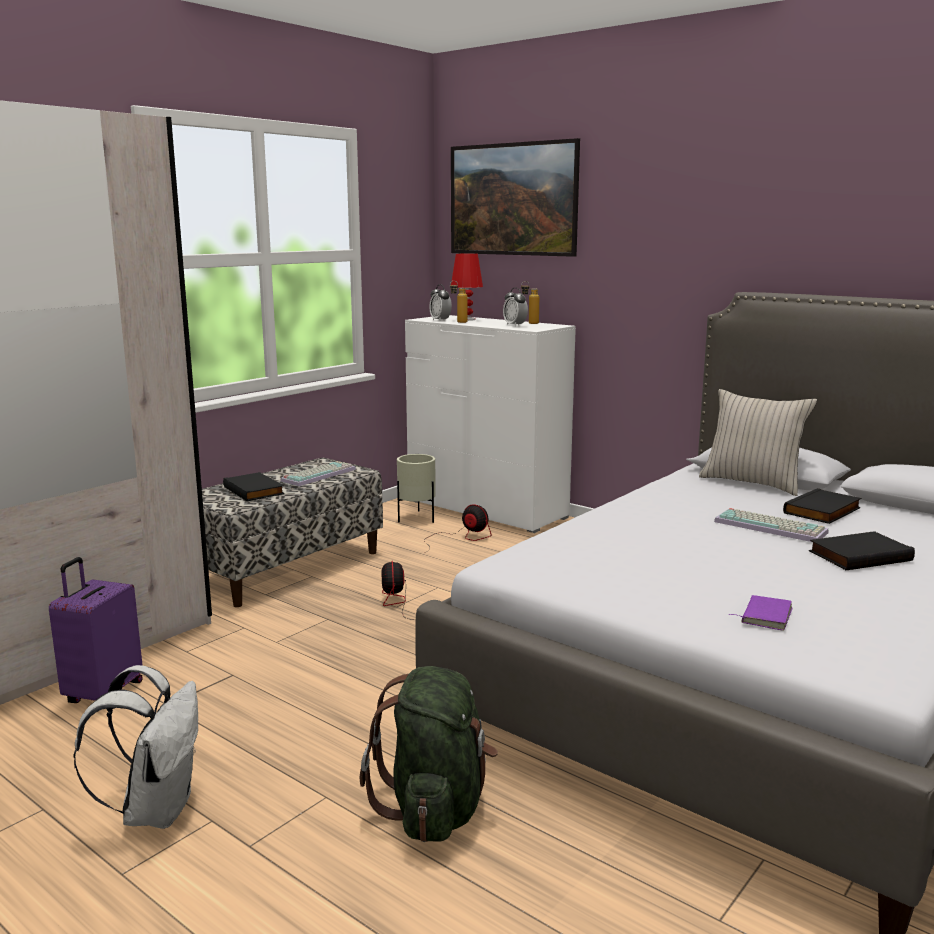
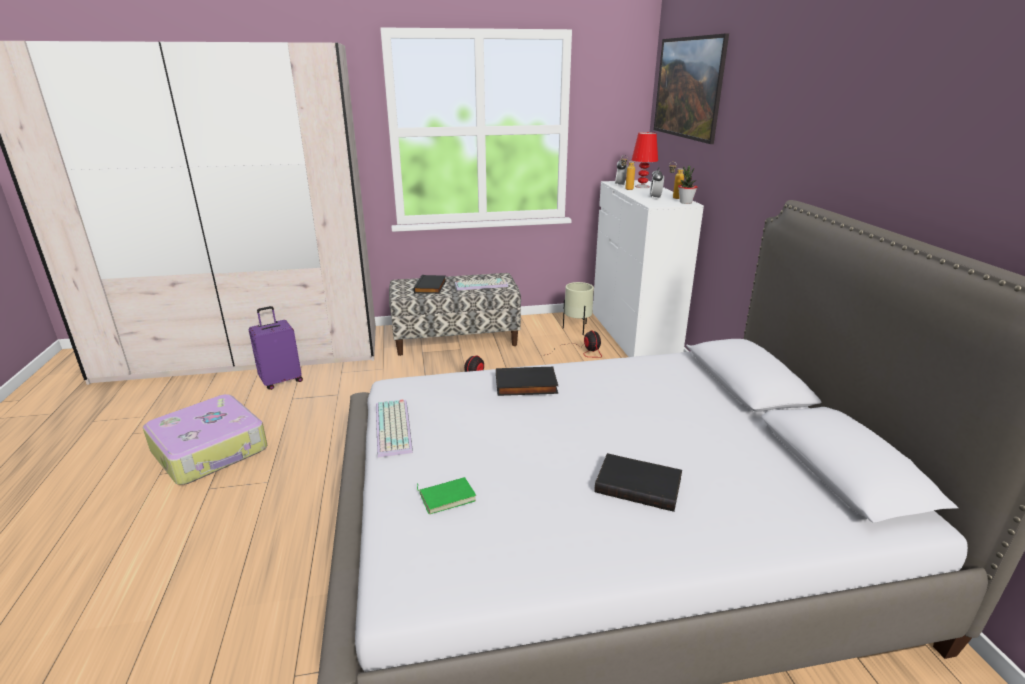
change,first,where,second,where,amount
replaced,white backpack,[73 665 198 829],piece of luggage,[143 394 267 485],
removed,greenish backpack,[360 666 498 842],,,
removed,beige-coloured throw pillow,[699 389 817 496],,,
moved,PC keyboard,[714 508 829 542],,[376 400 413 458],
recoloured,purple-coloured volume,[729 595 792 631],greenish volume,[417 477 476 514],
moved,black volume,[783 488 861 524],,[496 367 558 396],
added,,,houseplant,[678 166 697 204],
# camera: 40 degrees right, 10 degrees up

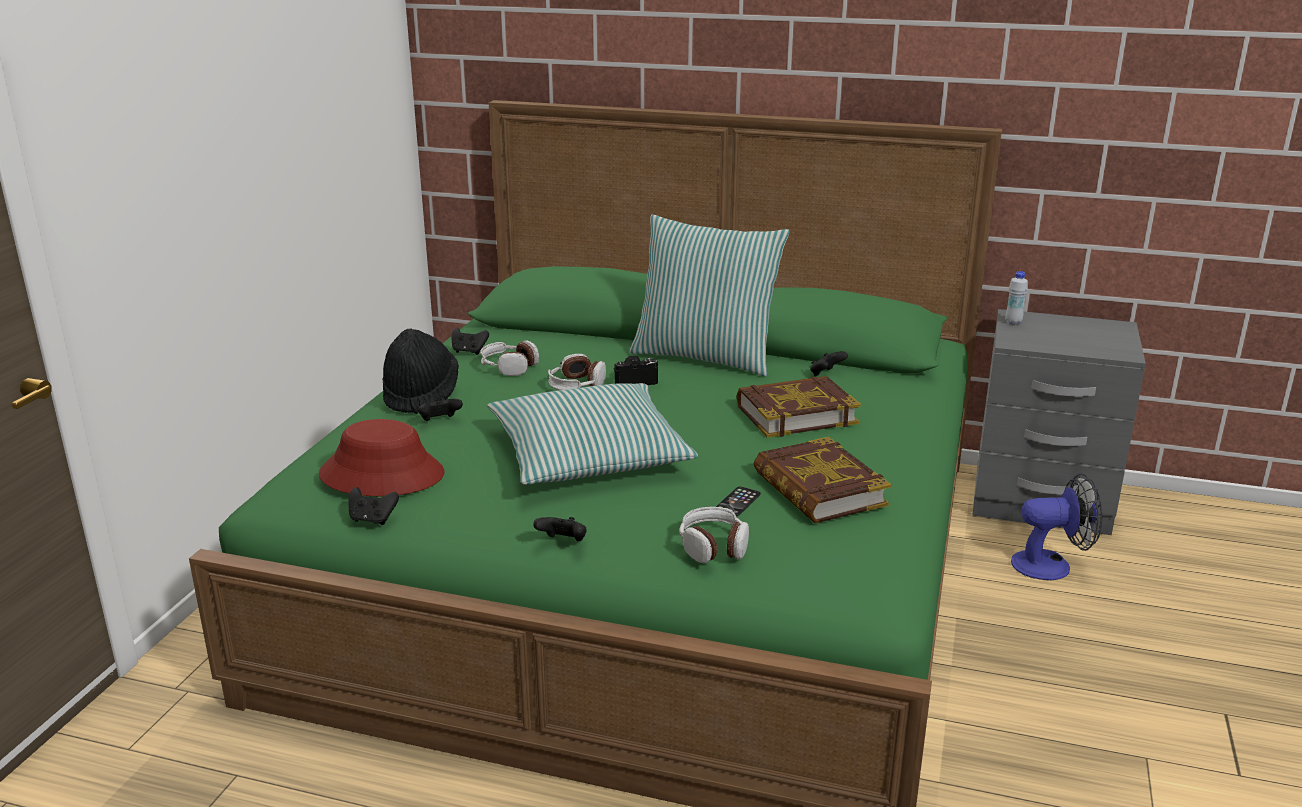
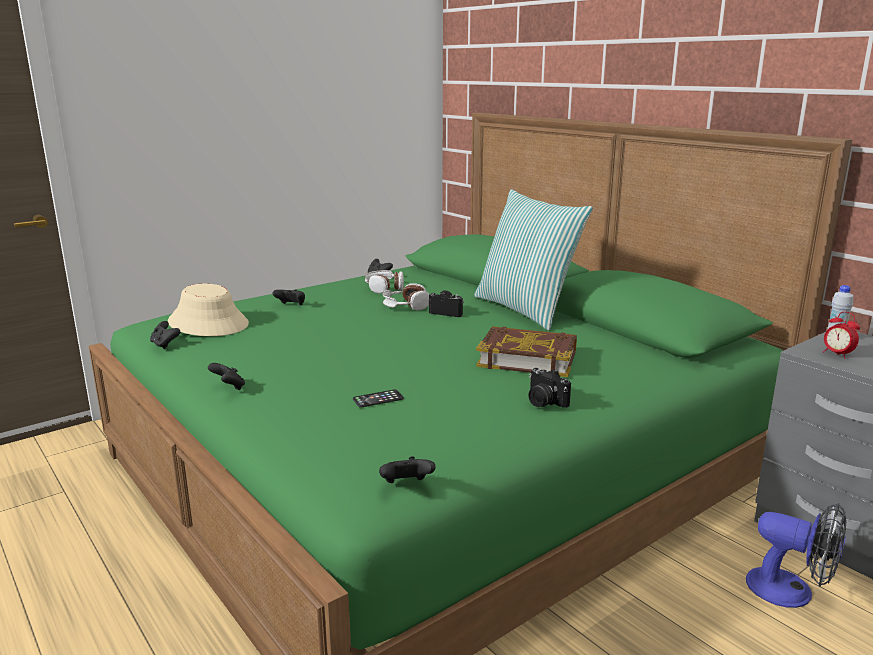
change,first,where,second,where,amount
recoloured,red-coloured hat,[319 419 445 496],beige-coloured hat,[168 284 249 336],
removed,black hat,[382 329 459 414],,,
removed,throw pillow,[487 383 698 485],,,
removed,headphones,[679 507 749 563],,,
removed,volume,[754 437 891 523],,,
moved,black joypad,[810 351 848 376],,[379 456 436 483],
added,,,photo camera,[529 368 571 408],
added,,,bedside clock,[823 312 860 359],
# camera: 35 degrees right, 5 degrees down

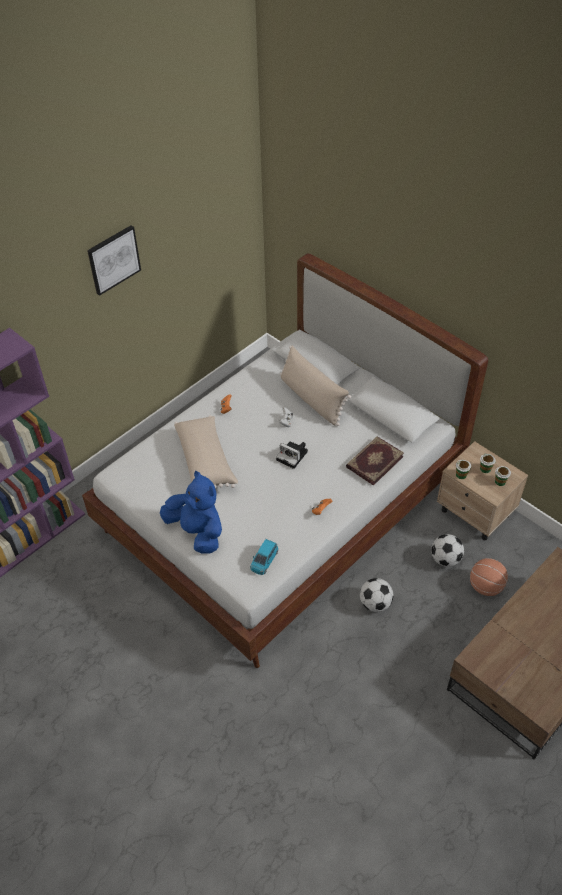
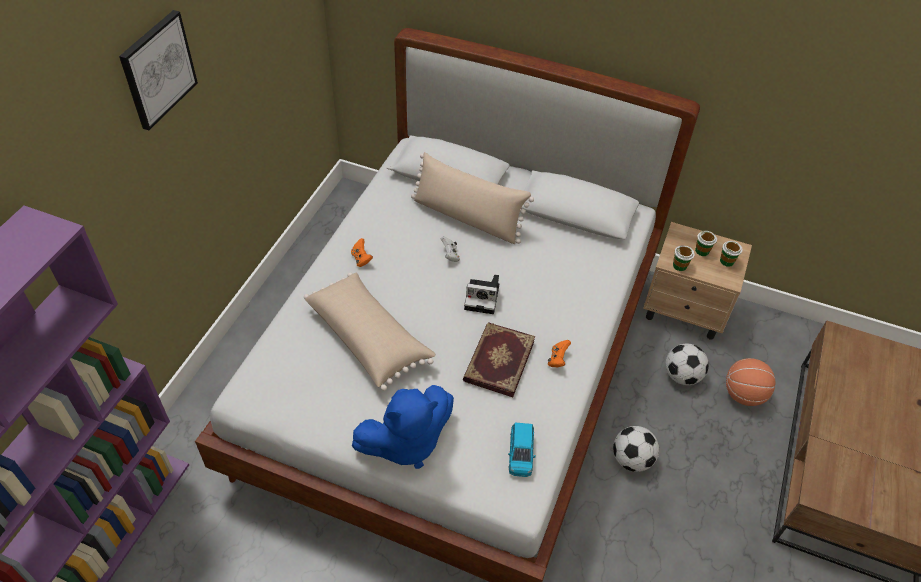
change,first,where,second,where,amount
turned,blue plush toy,[160 471 222 553],,[352 385 454 469],135 degrees clockwise
moved,volume,[346 436 404 486],,[463 322 535 397],
# camera: 25 degrees left, 0 degrees up

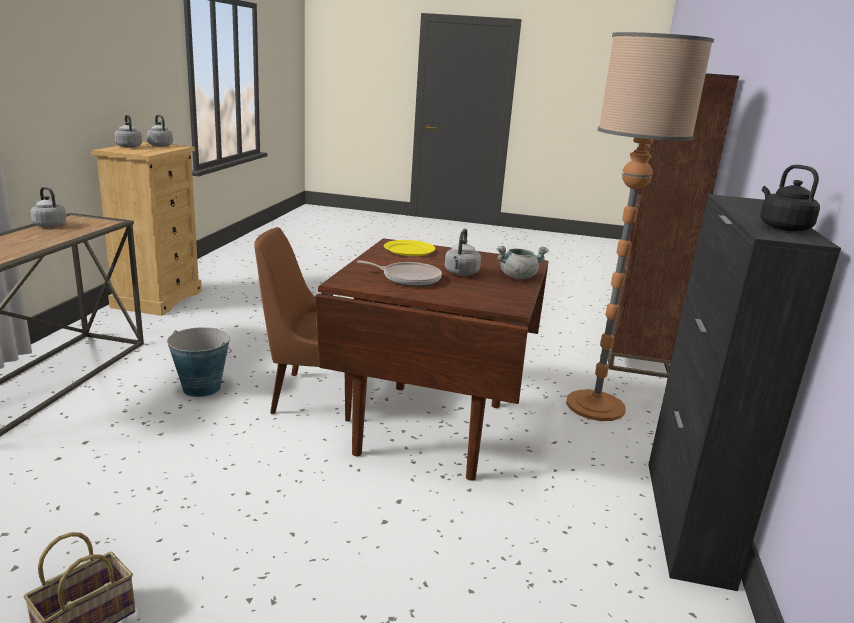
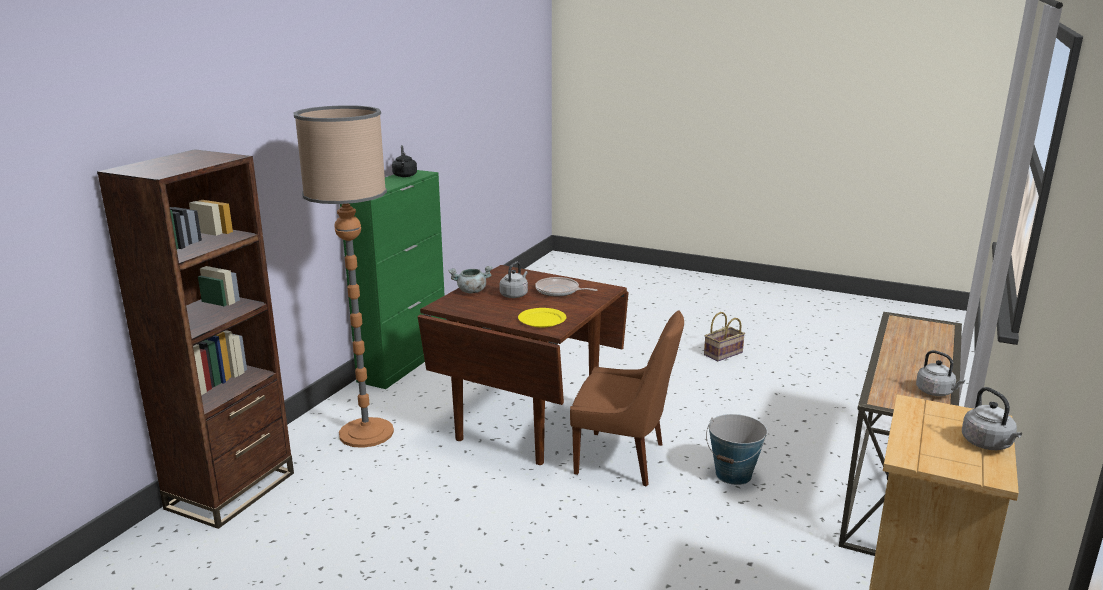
change,first,where,second,where,amount
removed,gray kettle,[147 115 173 147],,,
recoloured,black cabinet,[648 194 841 591],greenish cabinet,[340 170 446 389],
# camera: 165 degrees left, 0 degrees up

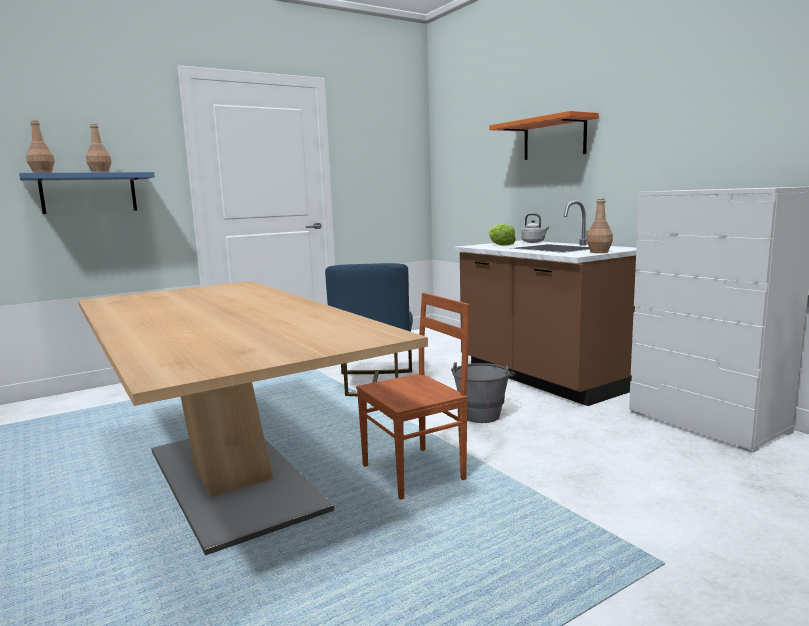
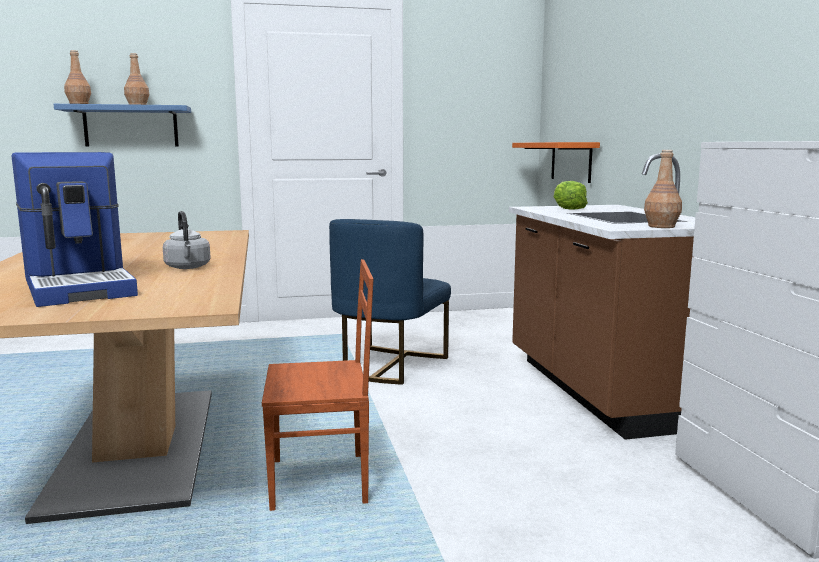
change,first,where,second,where,amount
removed,gray pail,[451 362 515 423],,,
moved,orangey shelf,[489 111 599 160],,[512 142 600 183],
moved,gray kettle,[521 213 549 243],,[163 211 211 269],
added,,,coffee maker,[11 152 138 307],
# camera: 20 degrees right, 0 degrees up

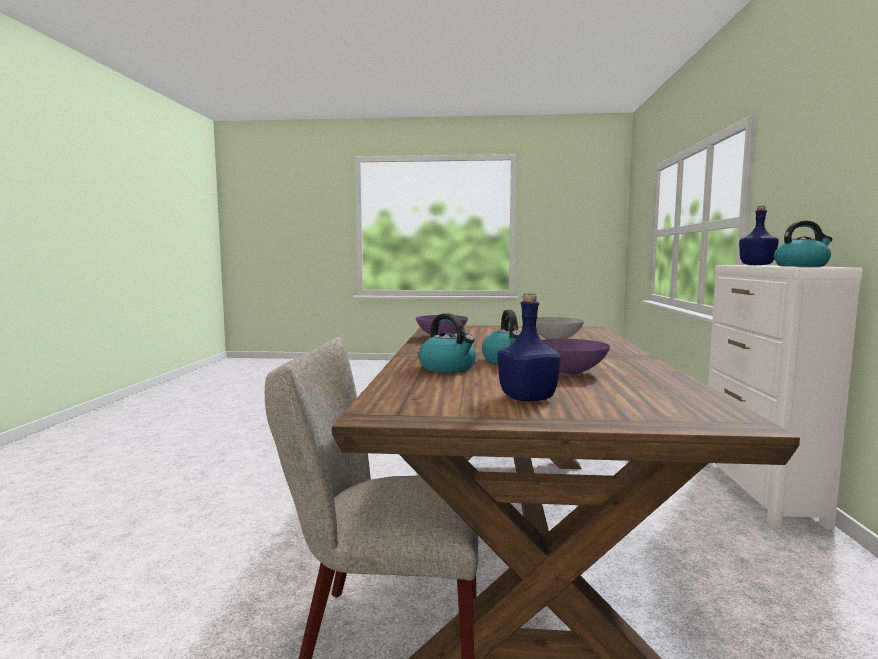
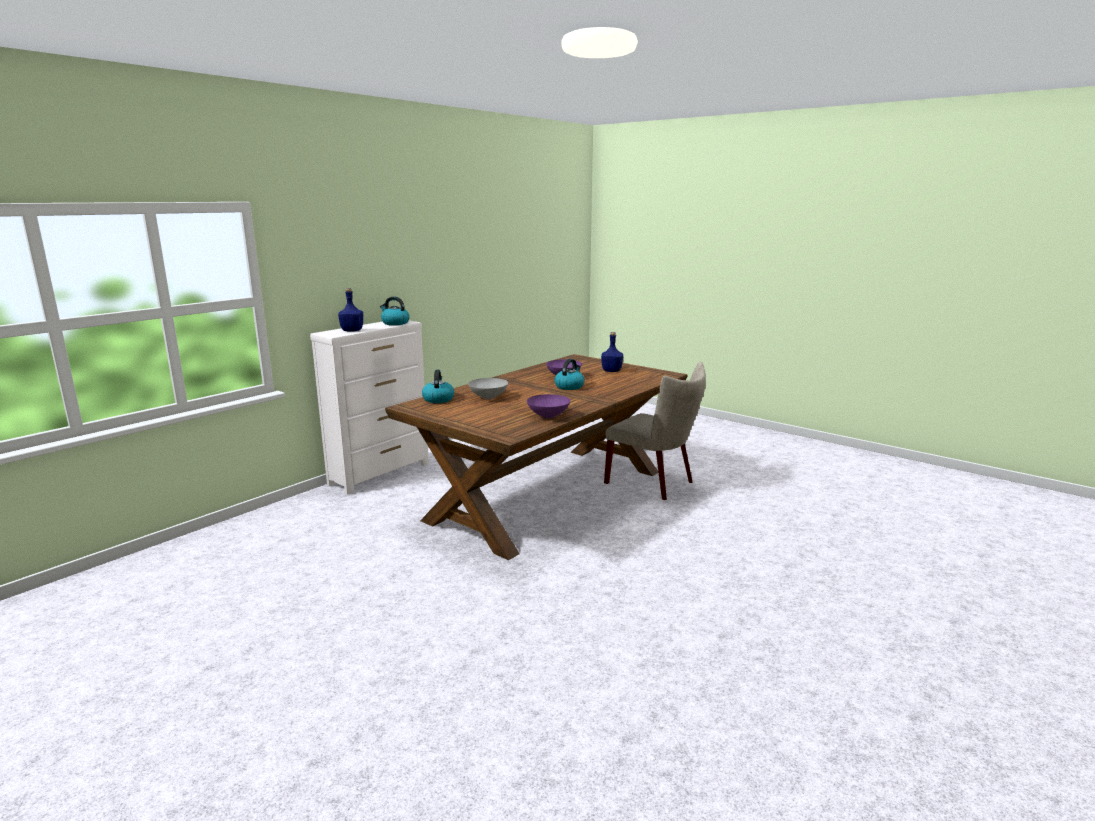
change,first,where,second,where,amount
moved,kettle,[419 313 476 373],,[422 370 454 403],
# camera: 145 degrees left, 10 degrees up

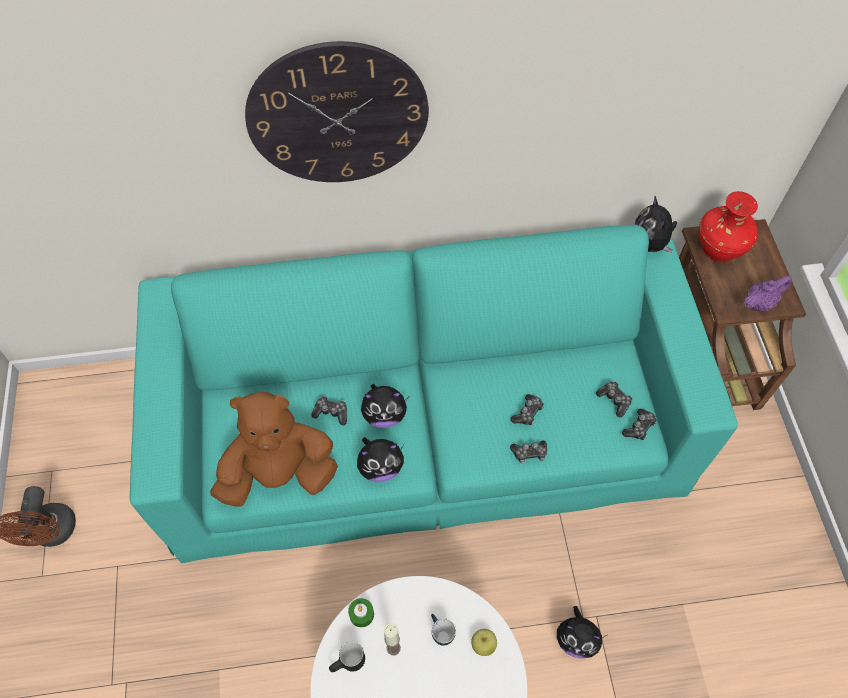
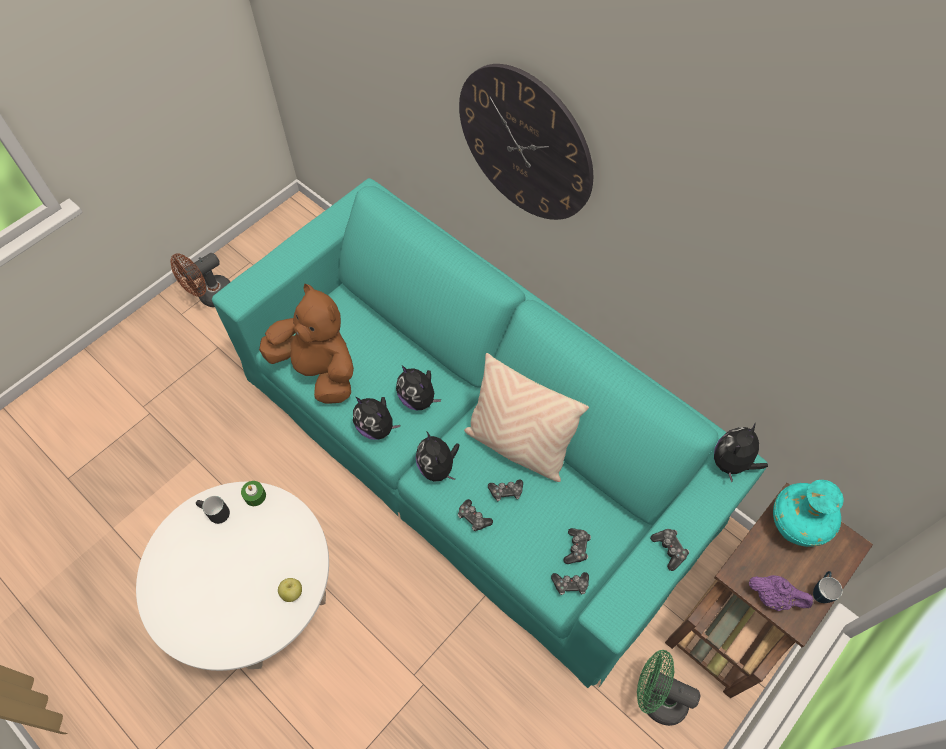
change,first,where,second,where,amount
moved,joypad,[311 396 347 425],,[650 529 689 571],
removed,wax light,[384 623 401 655],,,
moved,coffee mug,[431 614 456 646],,[813 571 843 603],
moved,plush toy,[557 606 607 659],,[416 431 460 482],
recoloured,red-coloured decorative vase,[699 191 758 262],turquoise decorative vase,[773 480 843 547],
added,,,beige-coloured throw pillow,[464 353 589 482],
added,,,greenish cooling fan,[637 650 701 726],
# camera: 50 degrees right, 0 degrees up

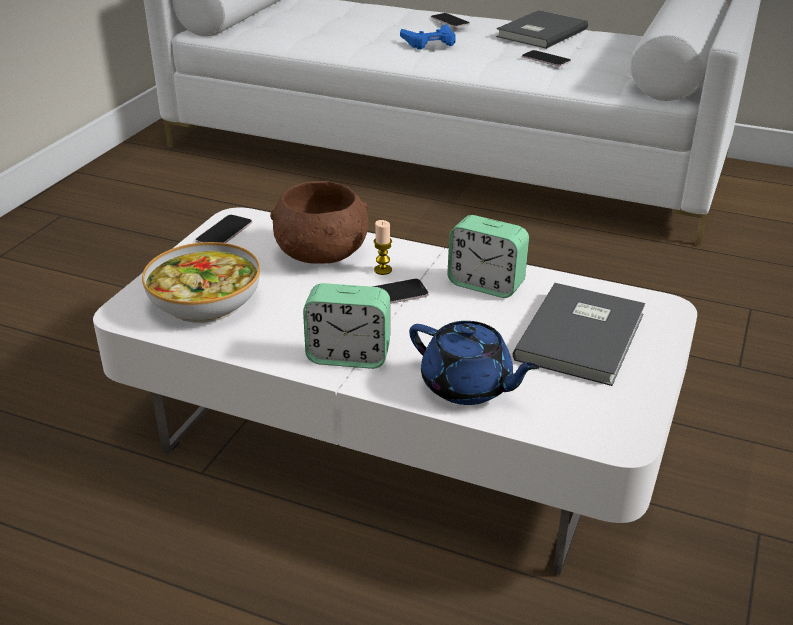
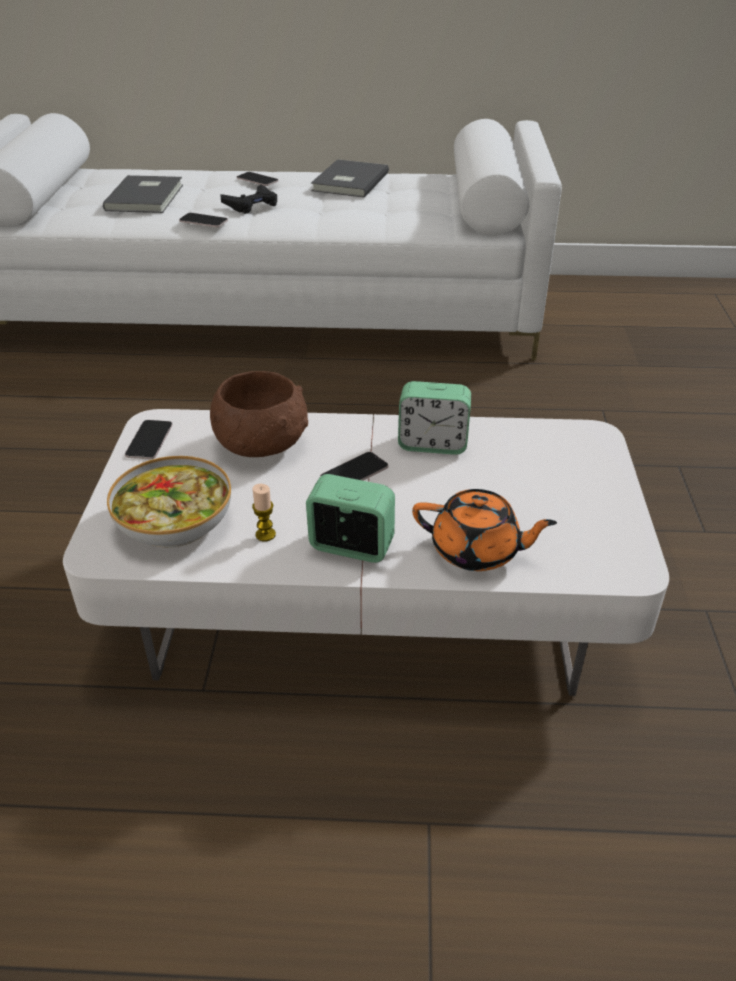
change,first,where,second,where,amount
turned,bedside clock,[303 283 390 369],,[306 474 395 563],150 degrees counterclockwise
moved,wax light,[374 220 392 275],,[252 484 276 541],
recoloured,blue joypad,[400 24 456 50],black joypad,[221 184 277 214],
recoloured,blue teapot,[409 321 540 405],orangey teapot,[412 489 557 571],
moved,gray volume,[513 283 645 386],,[103 175 183 213],
moved,handset,[522 50 571 67],,[179 213 228 227],
# camera: 20 degrees left, 5 degrees up

